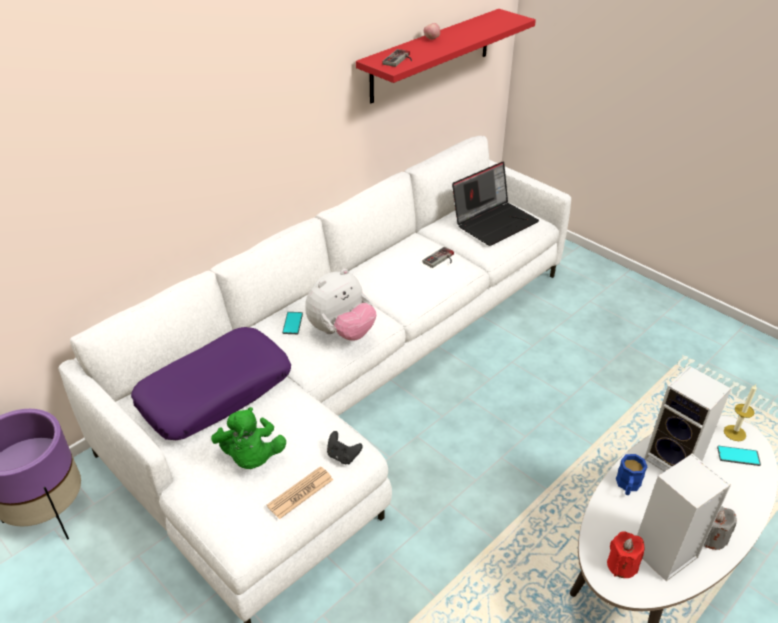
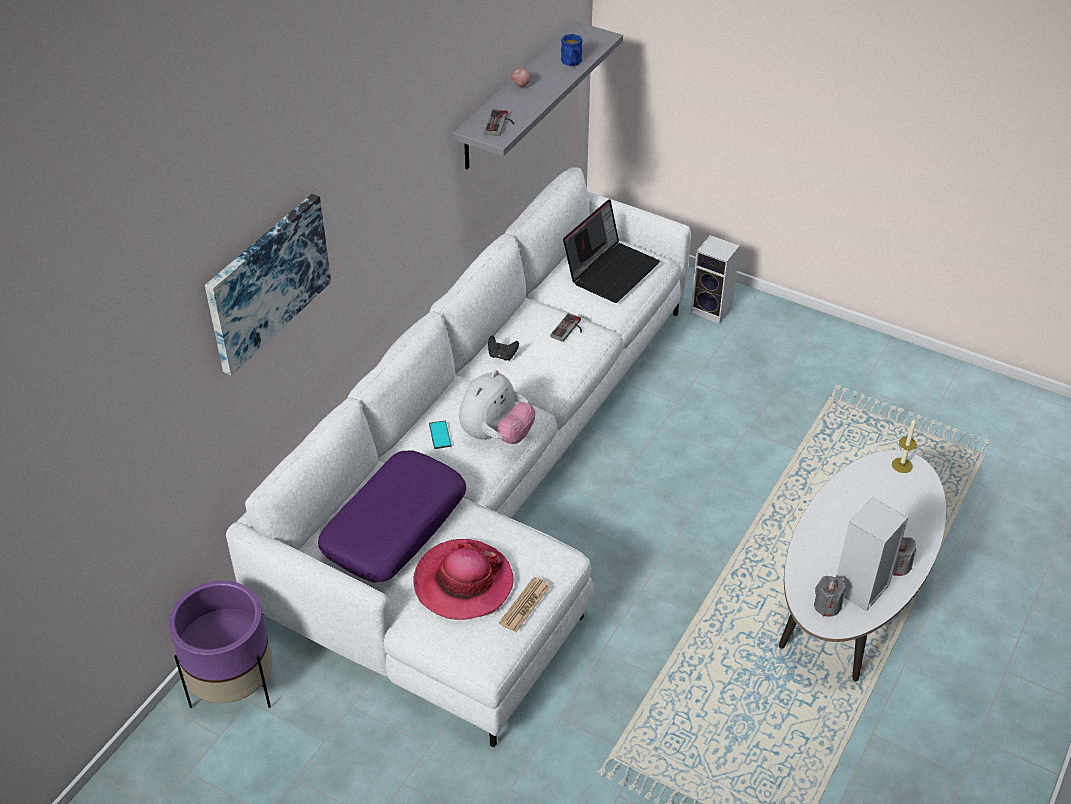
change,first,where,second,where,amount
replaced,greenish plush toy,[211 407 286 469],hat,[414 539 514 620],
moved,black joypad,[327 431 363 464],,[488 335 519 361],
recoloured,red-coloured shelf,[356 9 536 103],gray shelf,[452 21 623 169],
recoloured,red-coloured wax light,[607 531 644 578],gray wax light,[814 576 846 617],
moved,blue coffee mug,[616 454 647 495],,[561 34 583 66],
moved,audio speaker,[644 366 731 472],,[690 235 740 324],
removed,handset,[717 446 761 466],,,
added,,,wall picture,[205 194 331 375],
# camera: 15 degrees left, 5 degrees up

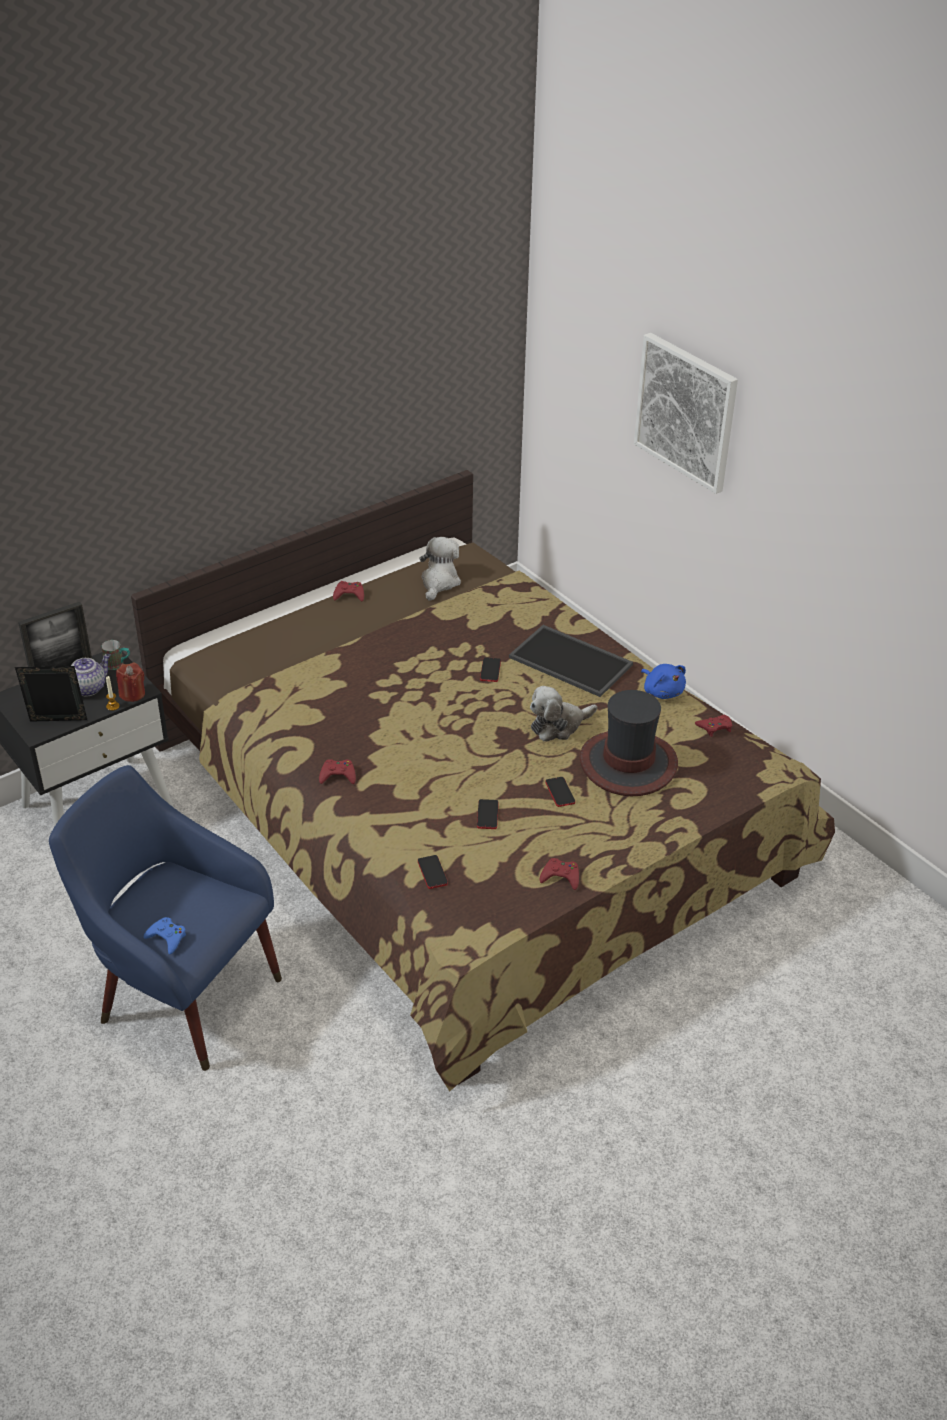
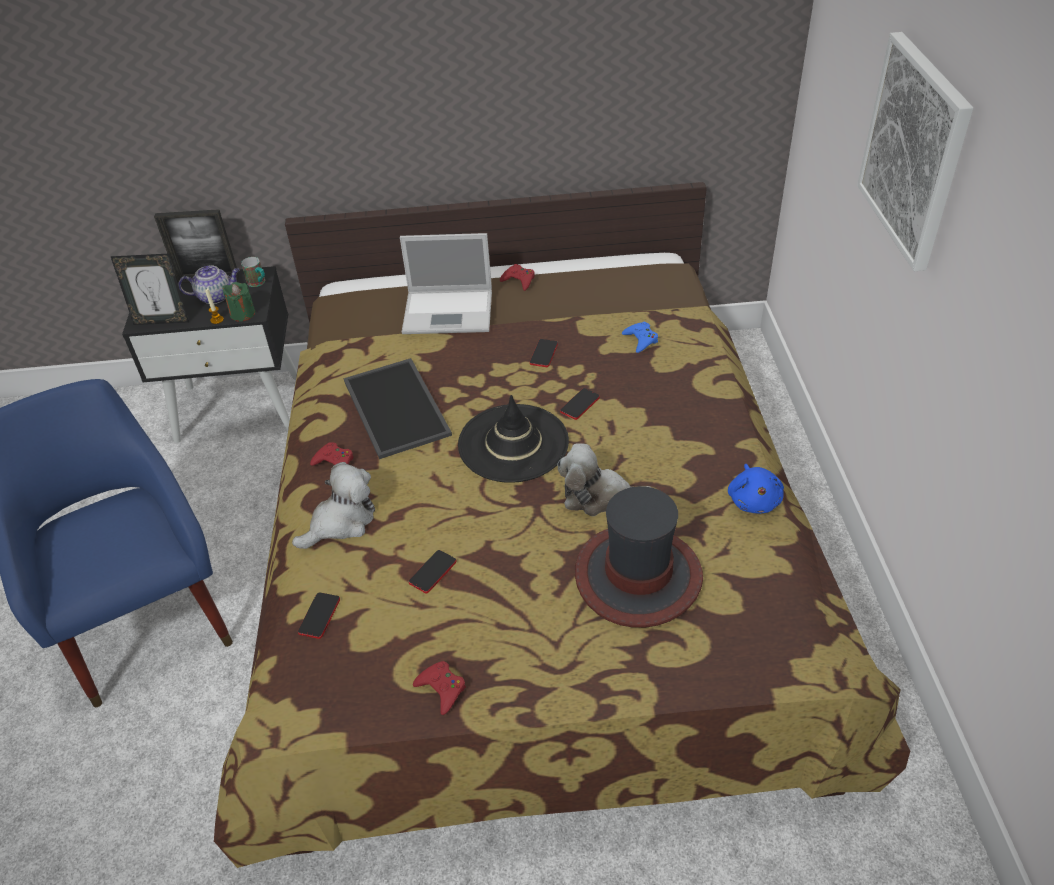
change,first,where,second,where,amount
turned,standing frame,[15 666 87 722],,[110 254 189 325],150 degrees clockwise
recoloured,red-coloured wax light,[116 662 145 702],greenish wax light,[222 282 255 322],
moved,blue joypad,[144 917 186 955],,[622 322 658 353],
moved,plush toy,[419 537 461 601],,[292 462 375 549],
moved,serving tray,[509 625 633 697],,[343 358 452 459],
moved,handset,[545 777 575 807],,[530 339 558 367],
removed,red-coloured joypad,[695 715 732 737],,,
added,,,laptop,[400 233 492 334],
added,,,black hat,[458 395 569 483],
# camera: 35 degrees right, 5 degrees up

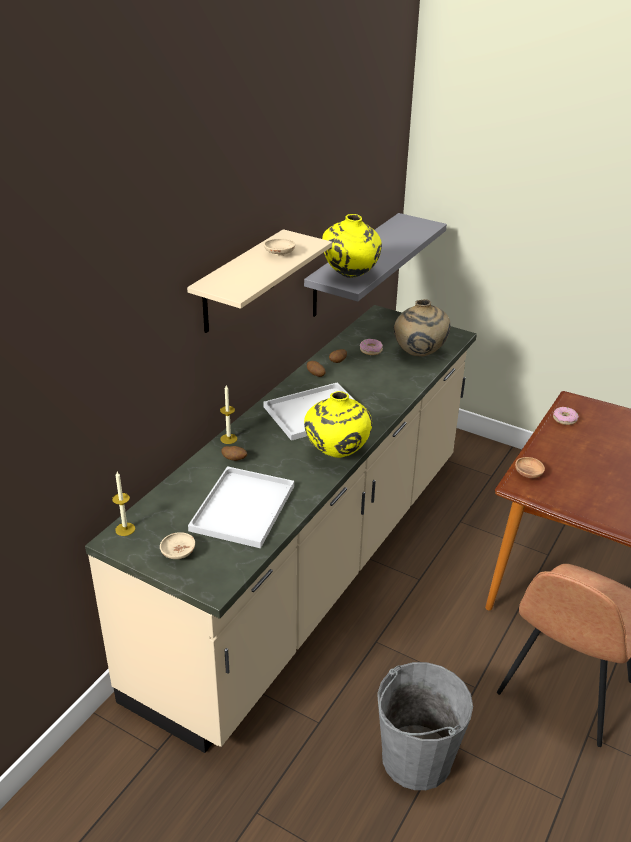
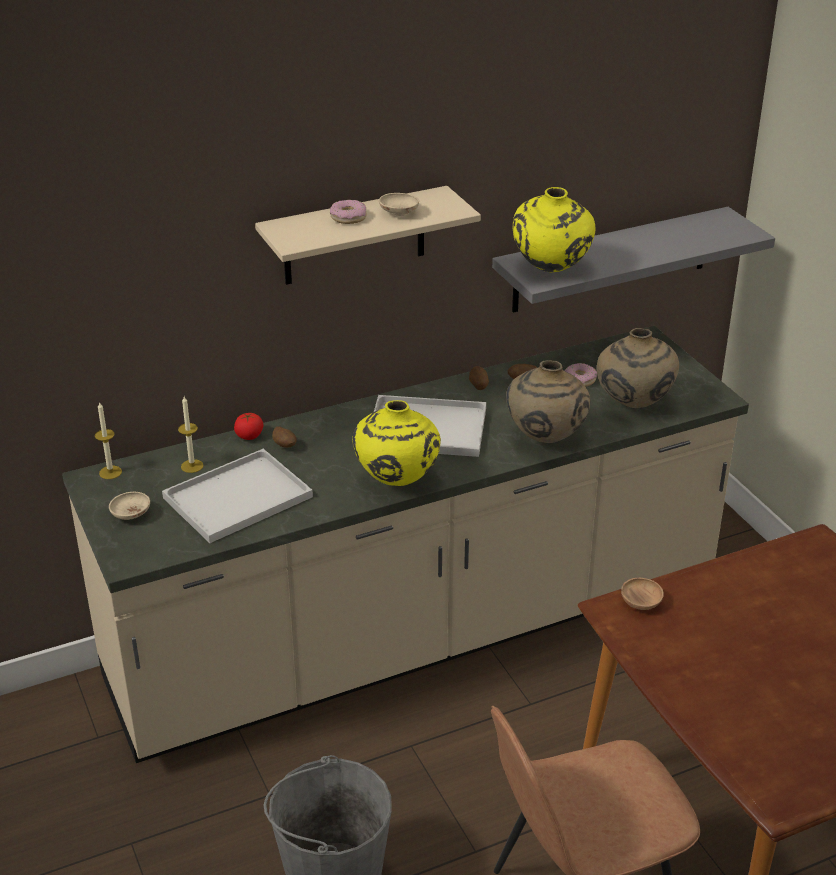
change,first,where,second,where,amount
moved,wax light,[220 385 237 444],,[178 396 204 473],
moved,ring doughnut,[553 407 579 425],,[330 200 367 224],
added,,,fresh tomato,[234 413 263 440],
added,,,beige-coloured decorative vase,[506 360 591 443],
# camera: 35 degrees right, 0 degrees up

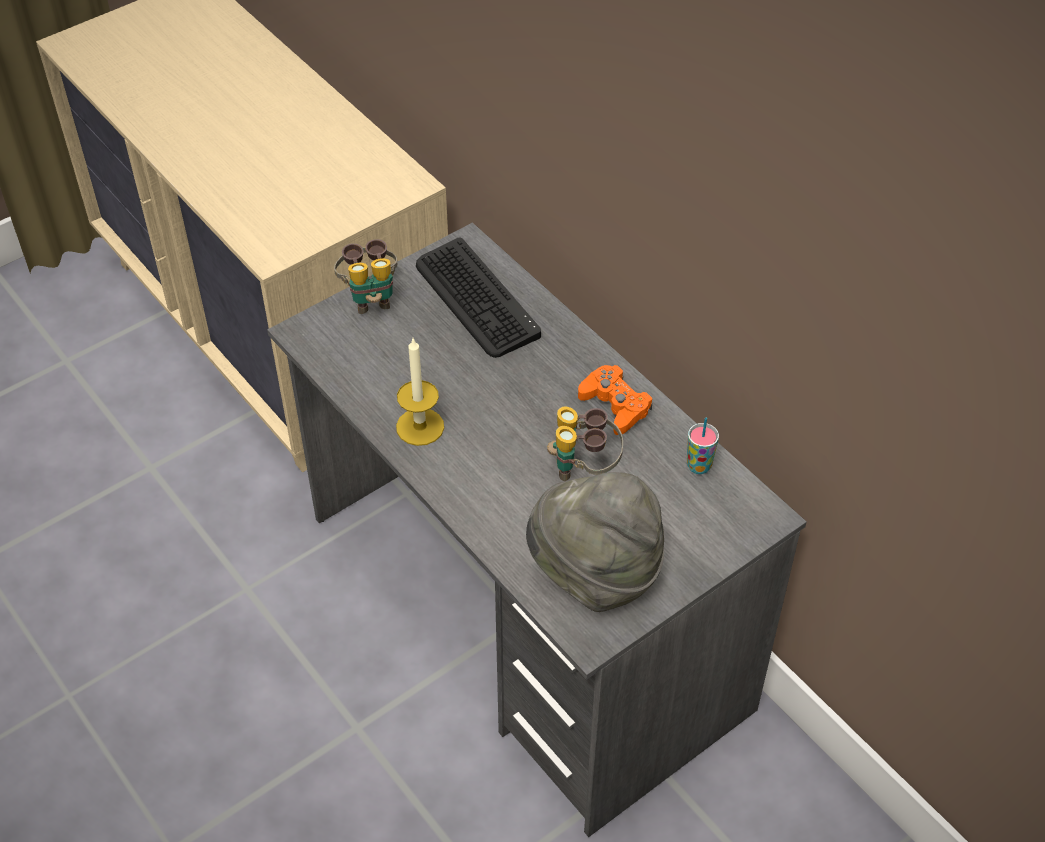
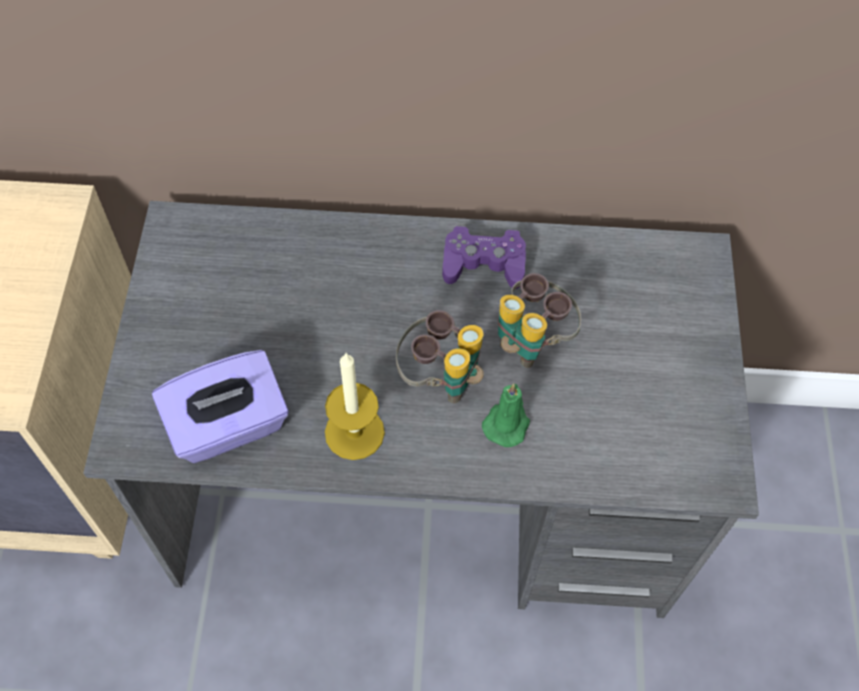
change,first,where,second,where,amount
moved,field glasses,[334 239 397 314],,[396 310 484 403],
removed,PC keyboard,[416 237 541 358],,,
removed,gray hat,[526 472 664 612],,,
recoloured,orangey joypad,[578 365 653 435],purple-coloured joypad,[442 226 526 289],
removed,drinking cup,[687 418 719 474],,,
added,,,purple-coloured tissue holder,[152 350 289 463],
added,,,greenish wax light,[482 383 530 447],
# camera: 50 degrees left, 10 degrees up

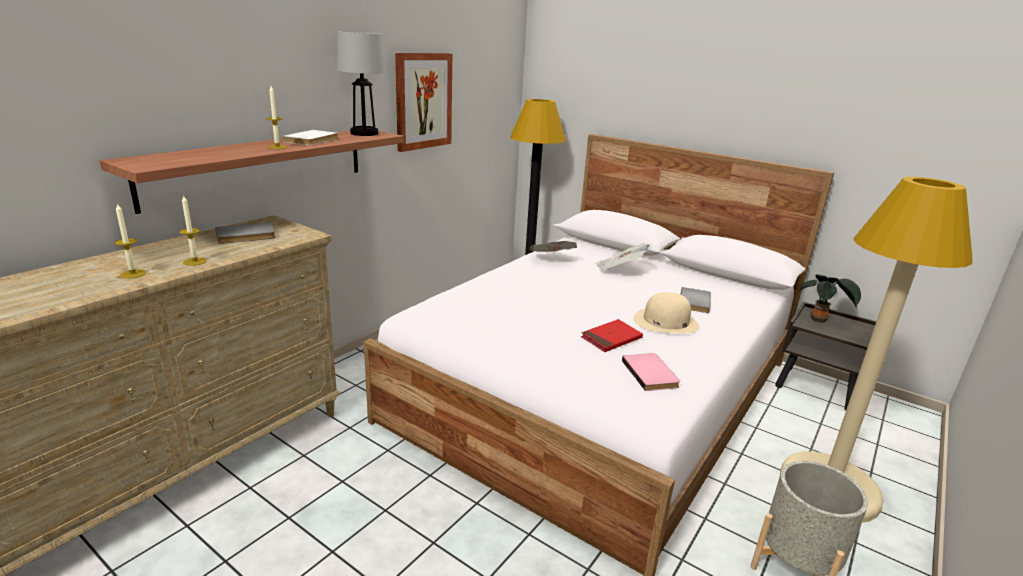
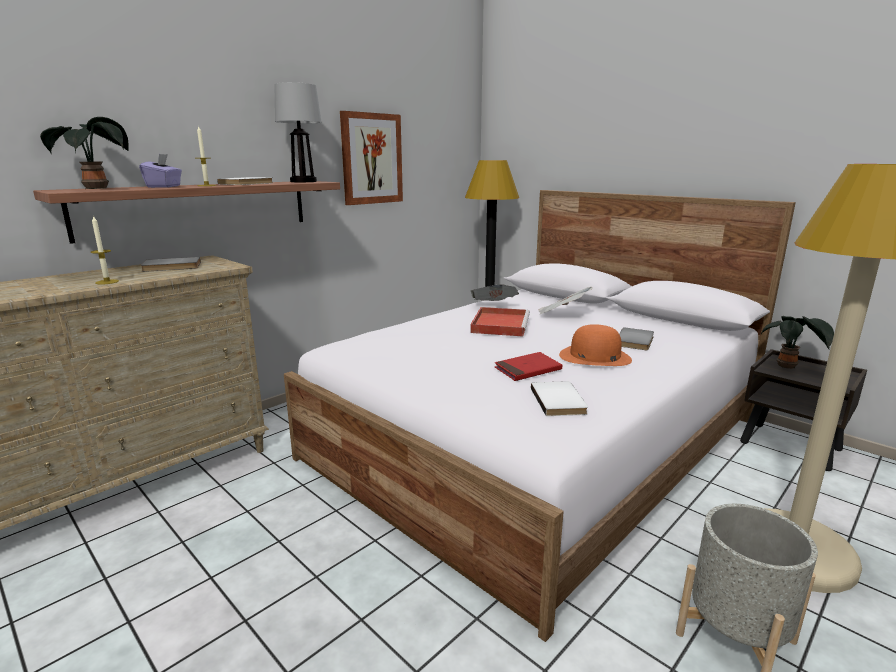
change,first,where,second,where,amount
removed,wax light,[114 203 146 279],,,
recoloured,pink volume,[622 353 680 391],white volume,[531 381 588 416],
recoloured,beige-coloured hat,[633 292 699 333],orangey hat,[559 324 632 366],
added,,,houseplant,[40 117 129 189],
added,,,purple-coloured tissue holder,[139 154 182 188],
added,,,red-coloured serving tray,[470 307 530 337],
# camera: 10 degrees right, 5 degrees down

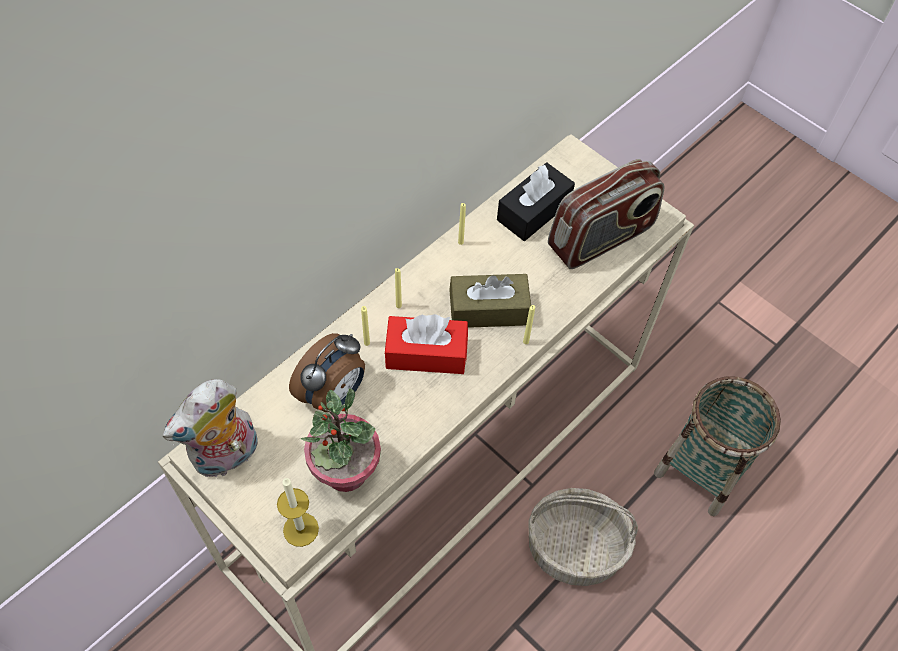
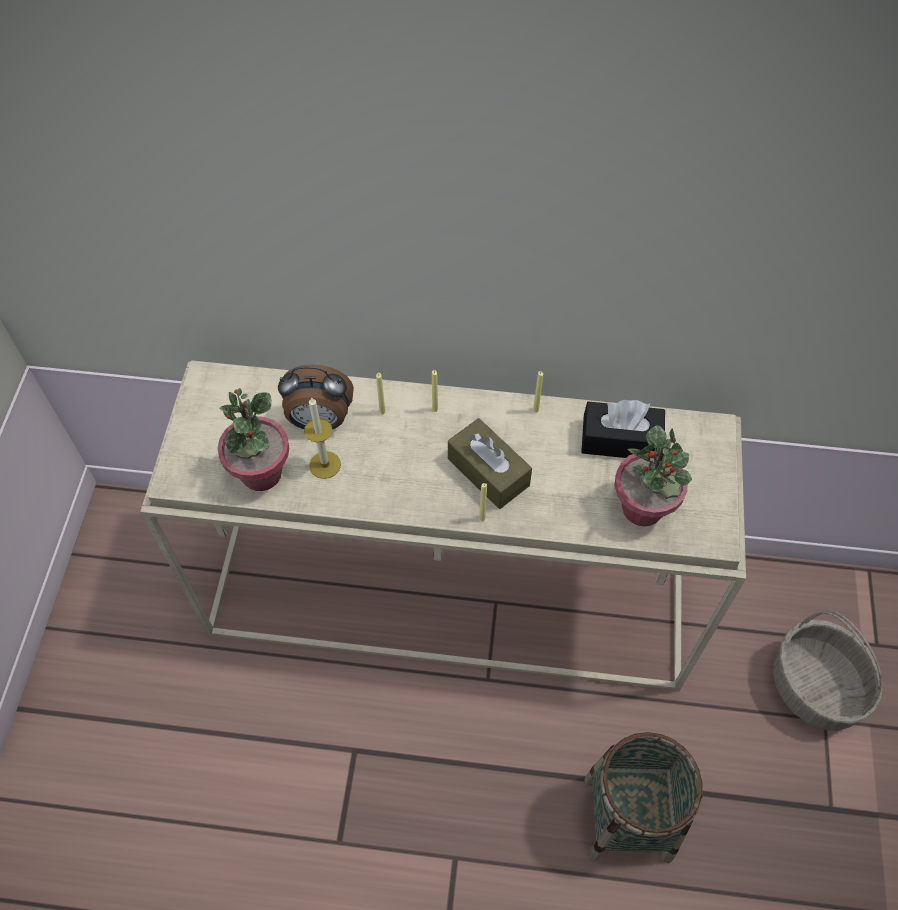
change,first,where,second,where,amount
removed,plush toy,[163 379 258 477],,,
moved,wax light,[277 478 319 547],,[304 397 341 479],
removed,red-coloured tissue holder,[385 314 468 374],,,
moved,basket,[528 488 638 586],,[773 611 883 731],
replaced,radio set,[548 159 664 269],houseplant,[615 425 692 527],
# camera: 55 degrees right, 0 degrees up

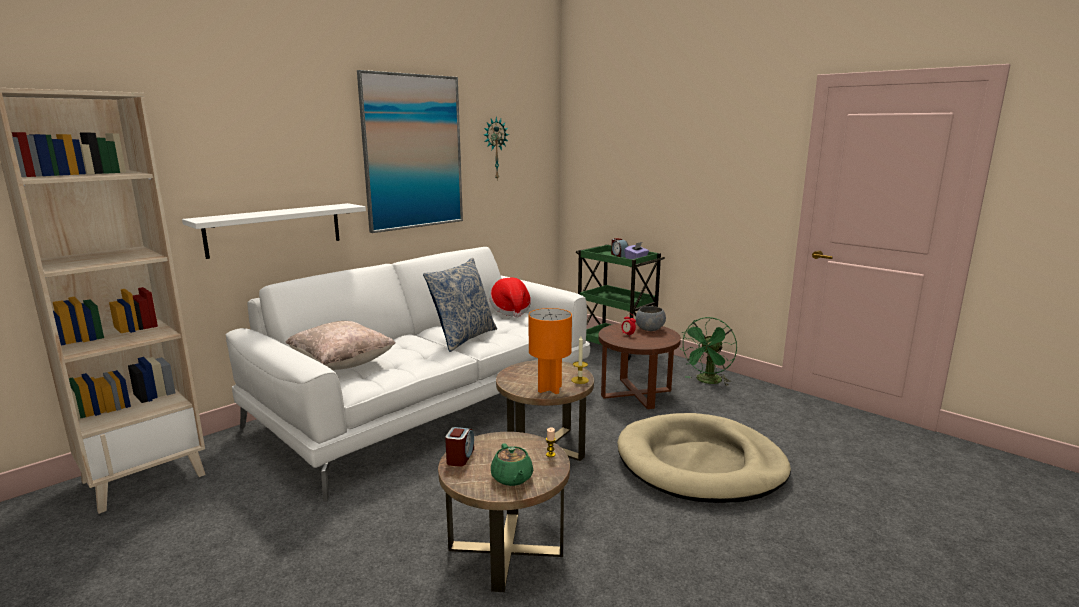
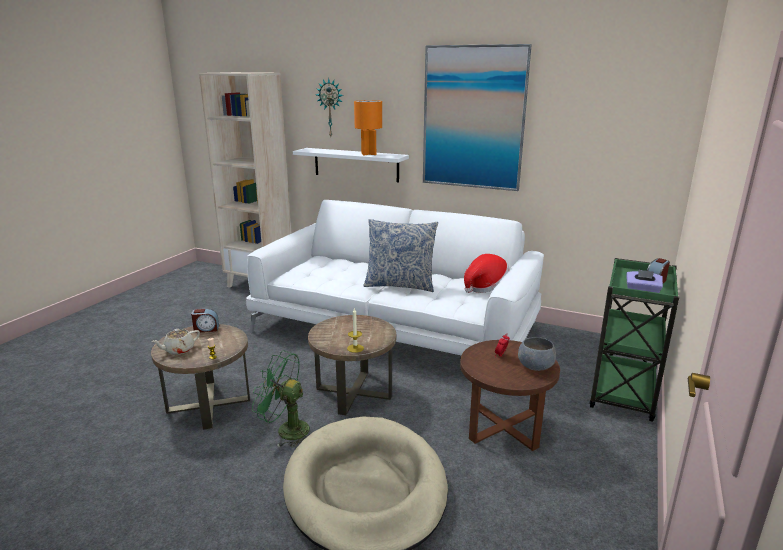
change,first,where,second,where,amount
removed,beige-coloured throw pillow,[286 321 396 370],,,
moved,clock on the wall,[484 117 509 180],,[316 78 343 136],
recoloured,greenish teapot,[491 443 533 486],beige-coloured teapot,[151 329 200 355],
moved,orangey lamp for a table,[529 308 572 394],,[354 100 382 156],
moved,greenish cooling fan,[679 317 737 386],,[252 351 310 448],
# camera: 70 degrees right, 5 degrees up

